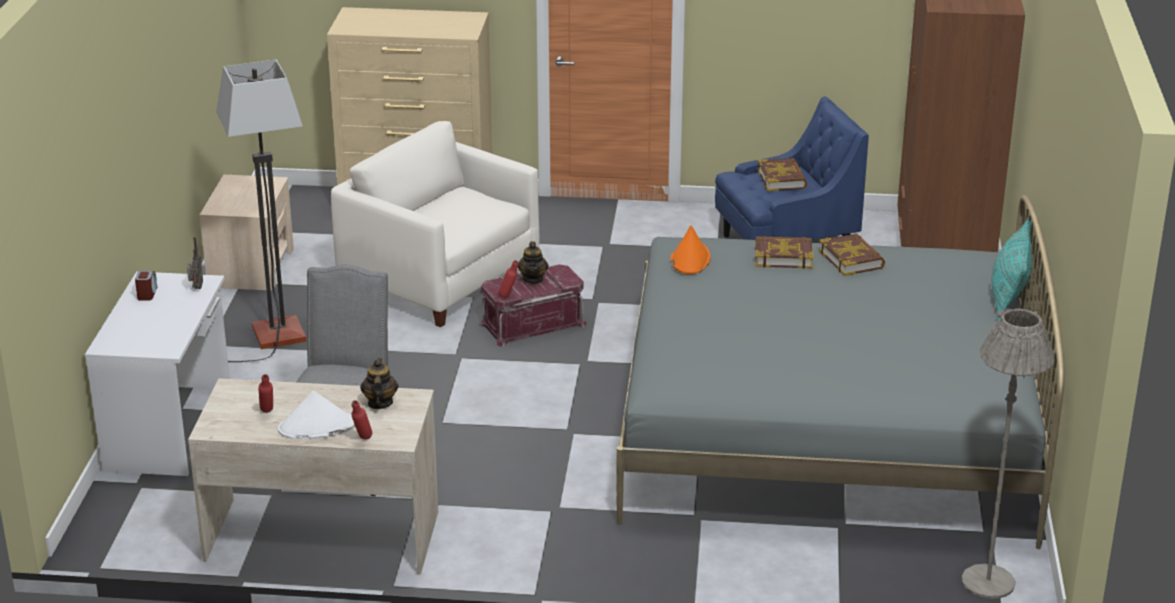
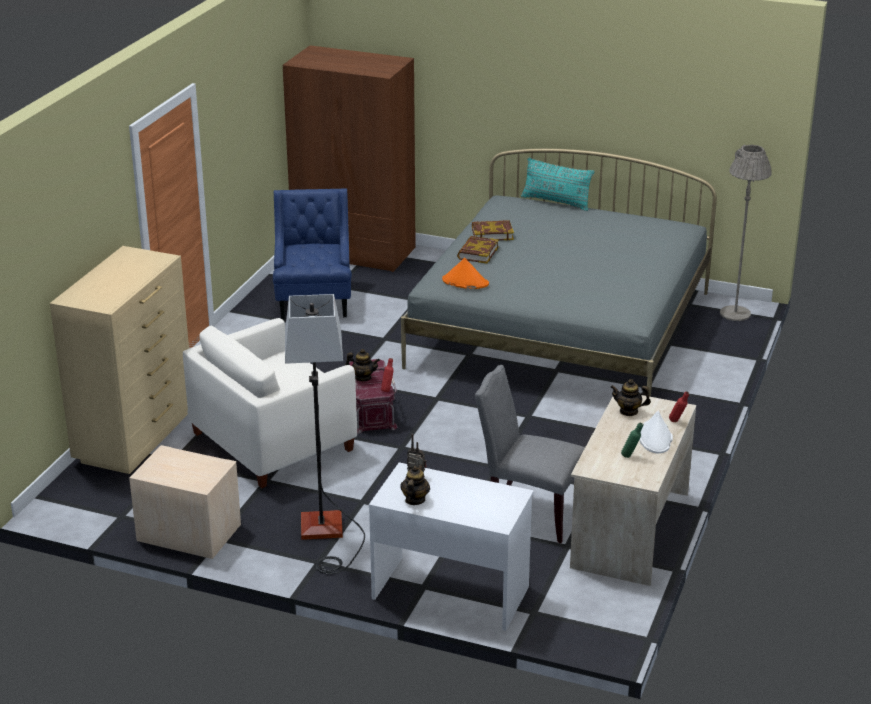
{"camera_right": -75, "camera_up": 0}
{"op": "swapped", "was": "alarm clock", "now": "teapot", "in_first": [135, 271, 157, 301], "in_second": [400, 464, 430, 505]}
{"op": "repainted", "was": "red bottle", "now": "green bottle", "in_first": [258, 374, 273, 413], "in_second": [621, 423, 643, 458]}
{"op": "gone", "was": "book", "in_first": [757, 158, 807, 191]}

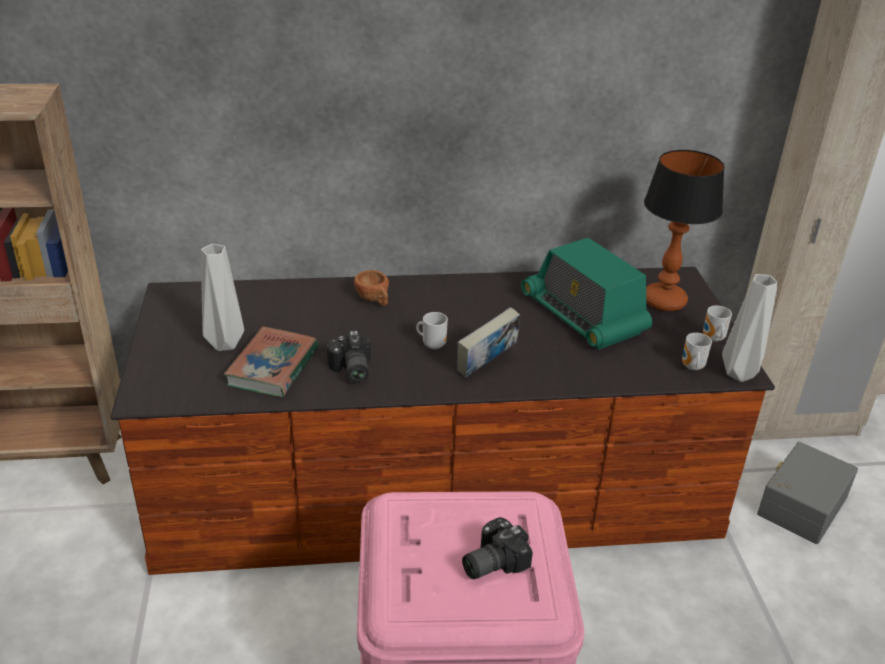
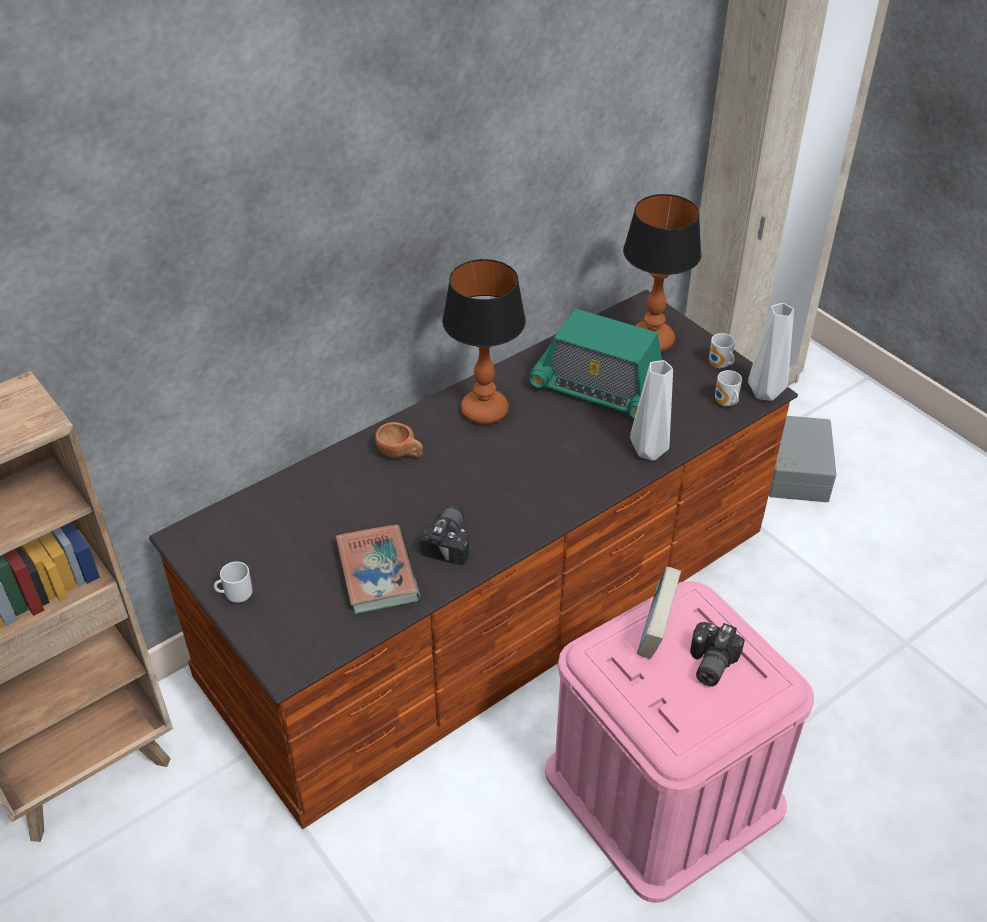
{"camera_right": -30, "camera_up": 10}
{"op": "shifted", "was": "grey vase", "in_first": [201, 244, 244, 351], "in_second": [630, 360, 673, 461]}
{"op": "rotated", "was": "photo camera", "in_first": [327, 330, 371, 383], "in_second": [420, 505, 469, 565], "clockwise": -120}
{"op": "shifted", "was": "mug", "in_first": [416, 312, 448, 349], "in_second": [214, 561, 253, 603]}
{"op": "shifted", "was": "book", "in_first": [457, 307, 520, 378], "in_second": [637, 566, 681, 659]}
{"op": "new", "now": "table lamp", "in_second": [442, 259, 526, 425]}

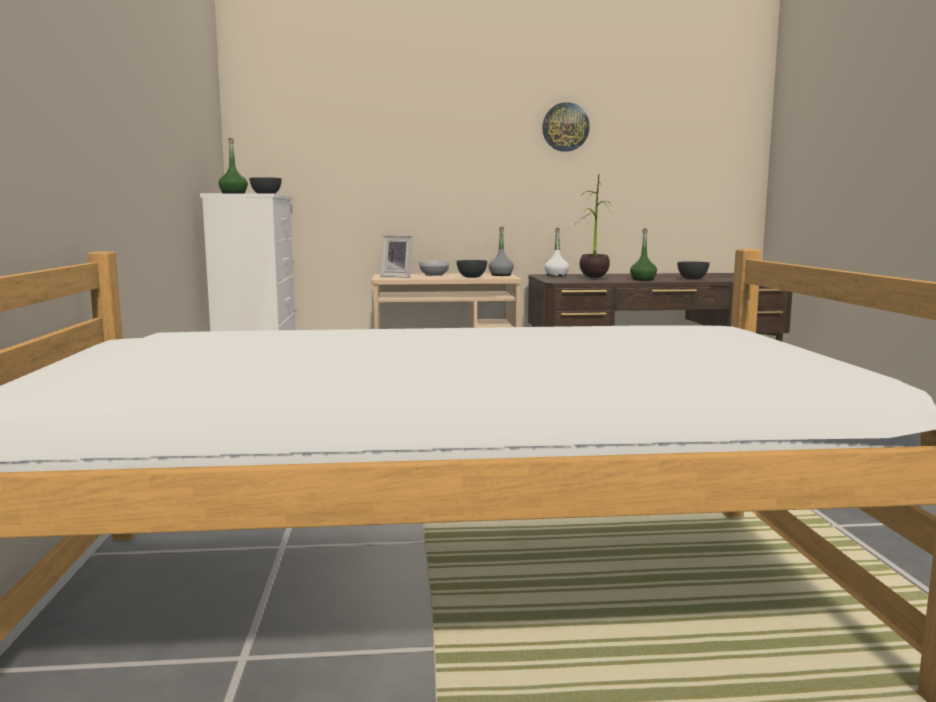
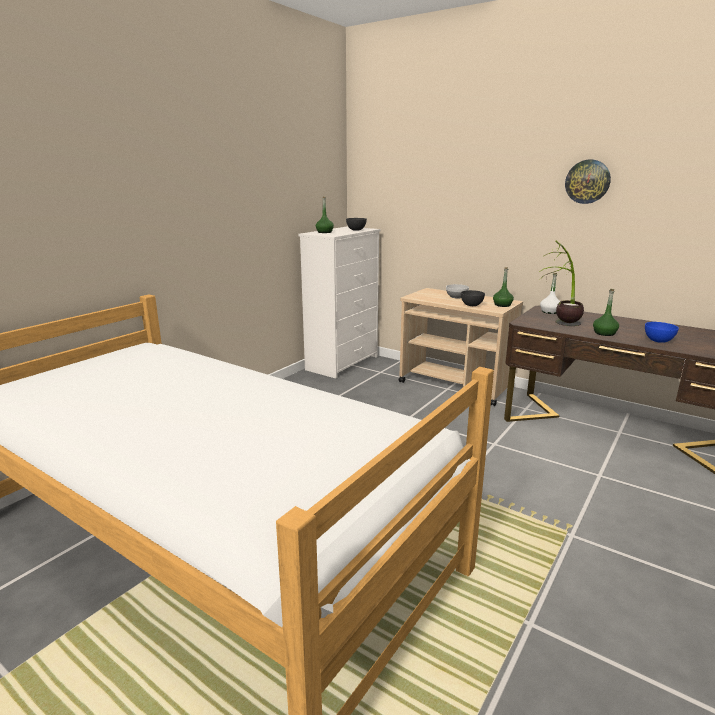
{"camera_right": 40, "camera_up": 10}
{"op": "gone", "was": "picture frame", "in_first": [380, 235, 413, 278]}
{"op": "repainted", "was": "grey bottle", "now": "green bottle", "in_first": [489, 227, 514, 276], "in_second": [493, 267, 514, 307]}
{"op": "repainted", "was": "grey bowl", "now": "blue bowl", "in_first": [677, 261, 710, 279], "in_second": [645, 322, 679, 343]}

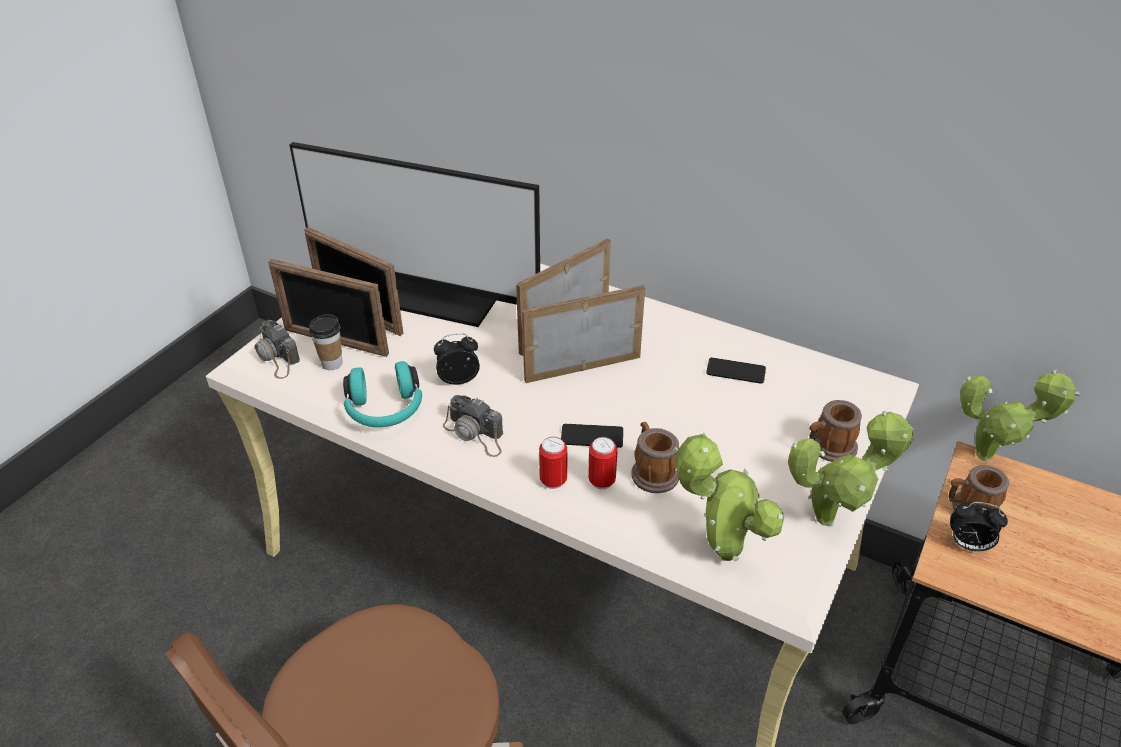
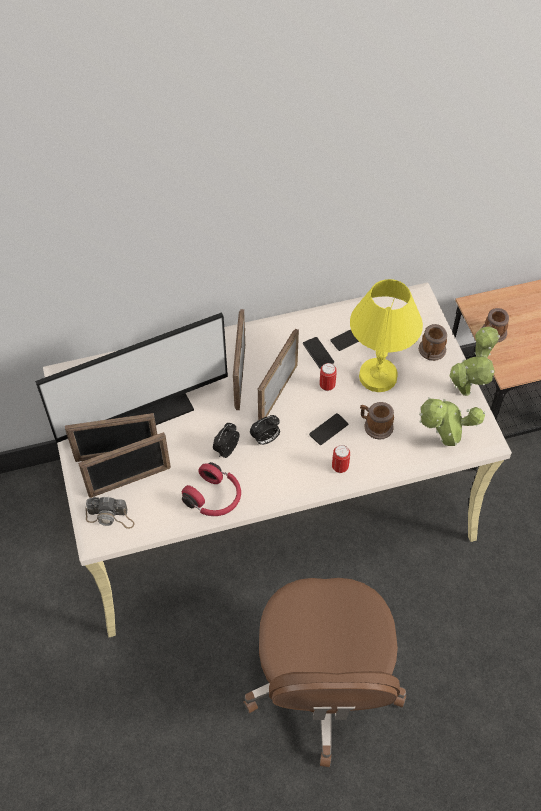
{"camera_right": -45, "camera_up": 15}
{"op": "gone", "was": "cup", "in_first": [309, 314, 343, 370]}
{"op": "repainted", "was": "turquoise headphones", "now": "red headphones", "in_first": [343, 361, 422, 427], "in_second": [182, 462, 241, 516]}
{"op": "gone", "was": "photo camera", "in_first": [443, 395, 503, 457]}
{"op": "shifted", "was": "can", "in_first": [588, 437, 618, 489], "in_second": [319, 363, 337, 391]}
{"op": "shifted", "was": "alarm clock", "in_first": [950, 502, 1008, 551], "in_second": [250, 415, 280, 445]}
{"op": "gone", "was": "potted plant", "in_first": [960, 369, 1080, 462]}
{"op": "new", "now": "phone", "in_second": [303, 337, 334, 369]}
{"op": "new", "now": "yellow table lamp", "in_second": [350, 279, 423, 392]}

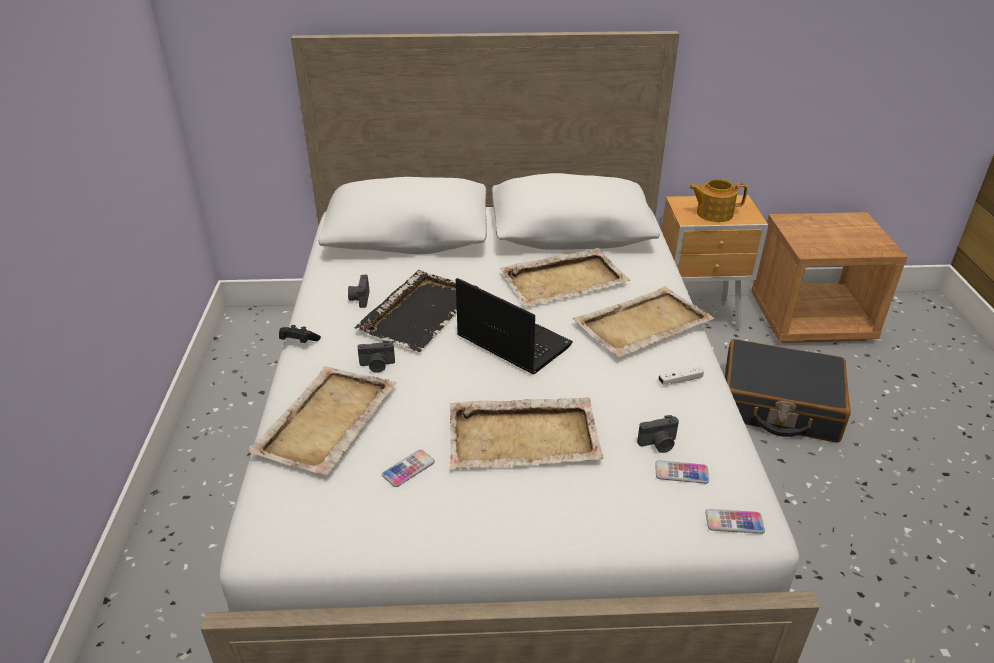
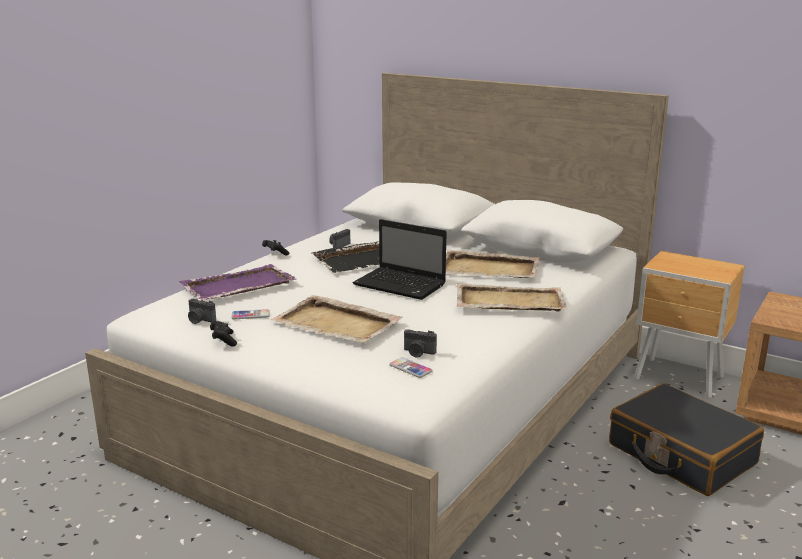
{"camera_right": 35, "camera_up": -15}
{"op": "repainted", "was": "beige tray", "now": "purple tray", "in_first": [247, 366, 397, 475], "in_second": [179, 264, 297, 301]}
{"op": "shifted", "was": "photo camera", "in_first": [358, 340, 395, 373], "in_second": [188, 299, 216, 324]}
{"op": "rotated", "was": "laptop", "in_first": [456, 278, 573, 374], "in_second": [353, 219, 447, 300], "clockwise": 135}
{"op": "gone", "was": "white game controller", "in_first": [659, 366, 704, 385]}
{"op": "gone", "was": "teapot", "in_first": [689, 179, 747, 222]}
{"op": "gone", "was": "phone", "in_first": [705, 509, 765, 534]}
{"op": "new", "now": "black game controller", "in_second": [210, 321, 237, 346]}

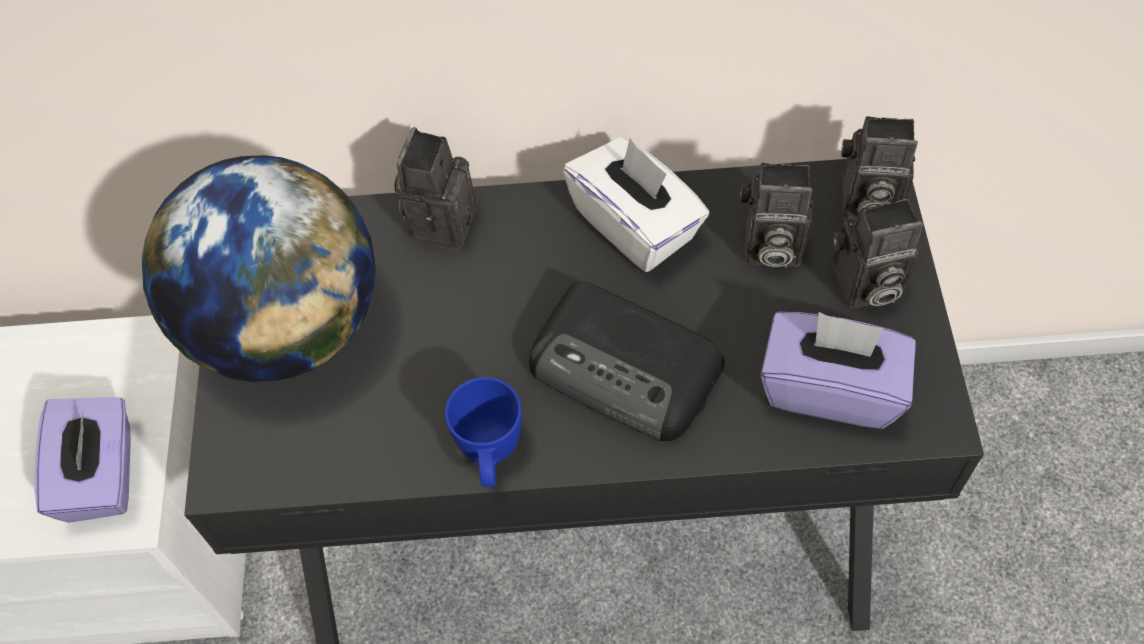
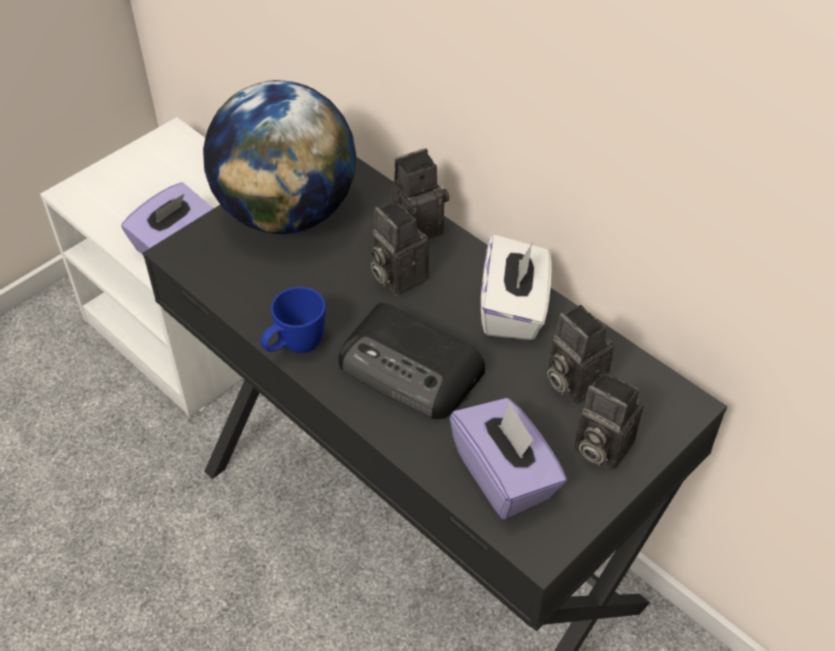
{"camera_right": 45, "camera_up": -10}
{"op": "rotated", "was": "radio", "in_first": [529, 281, 724, 441], "in_second": [339, 303, 485, 419], "clockwise": -45}
{"op": "shifted", "was": "photo camera", "in_first": [841, 116, 918, 218], "in_second": [371, 201, 429, 296]}

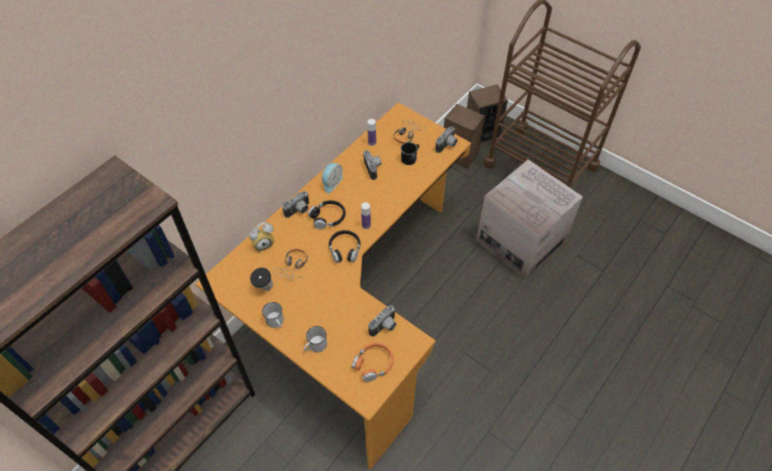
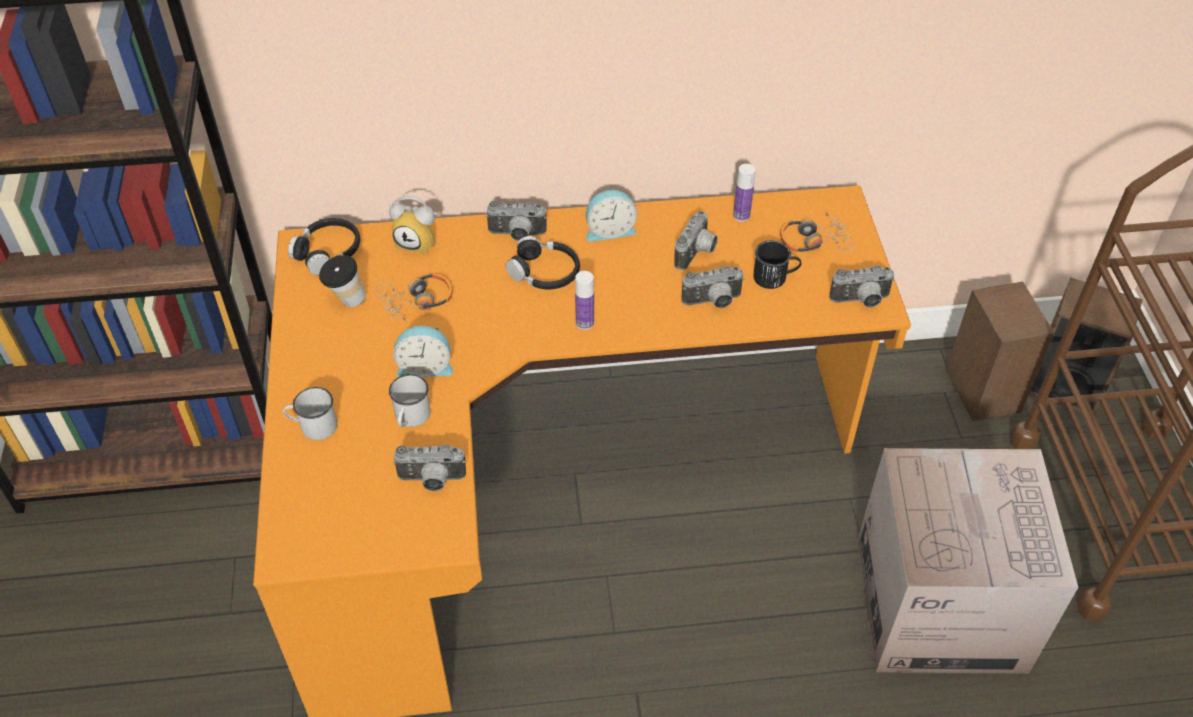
{"camera_right": 45, "camera_up": -5}
{"op": "shifted", "was": "white mug", "in_first": [262, 302, 284, 328], "in_second": [389, 374, 431, 427]}
{"op": "shifted", "was": "black headphones", "in_first": [329, 230, 361, 263], "in_second": [288, 218, 360, 275]}
{"op": "gone", "was": "orange headphones", "in_first": [352, 343, 394, 382]}
{"op": "new", "now": "alarm clock", "in_second": [393, 325, 453, 377]}
{"op": "new", "now": "photo camera", "in_second": [681, 266, 744, 308]}

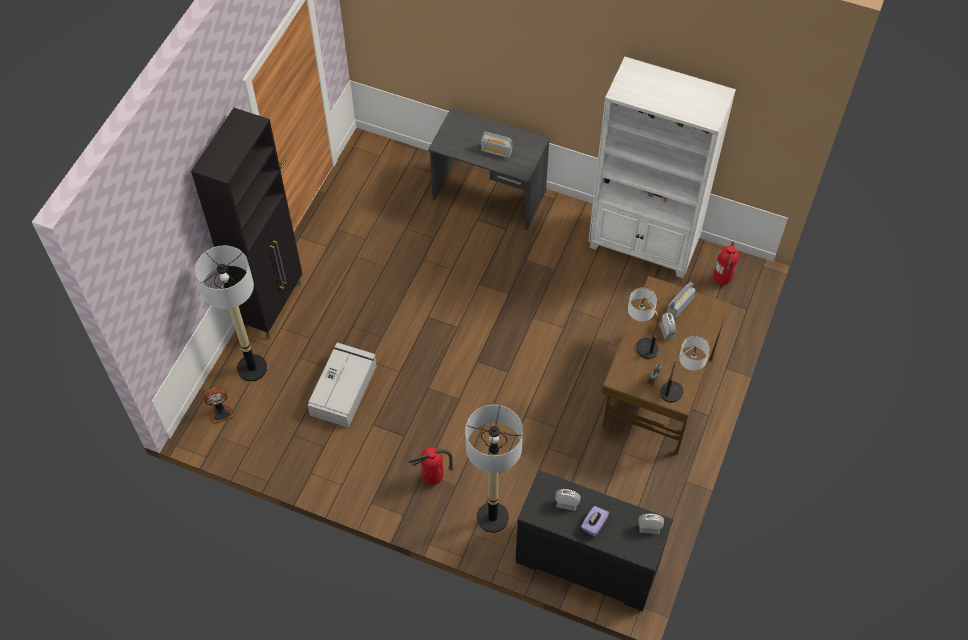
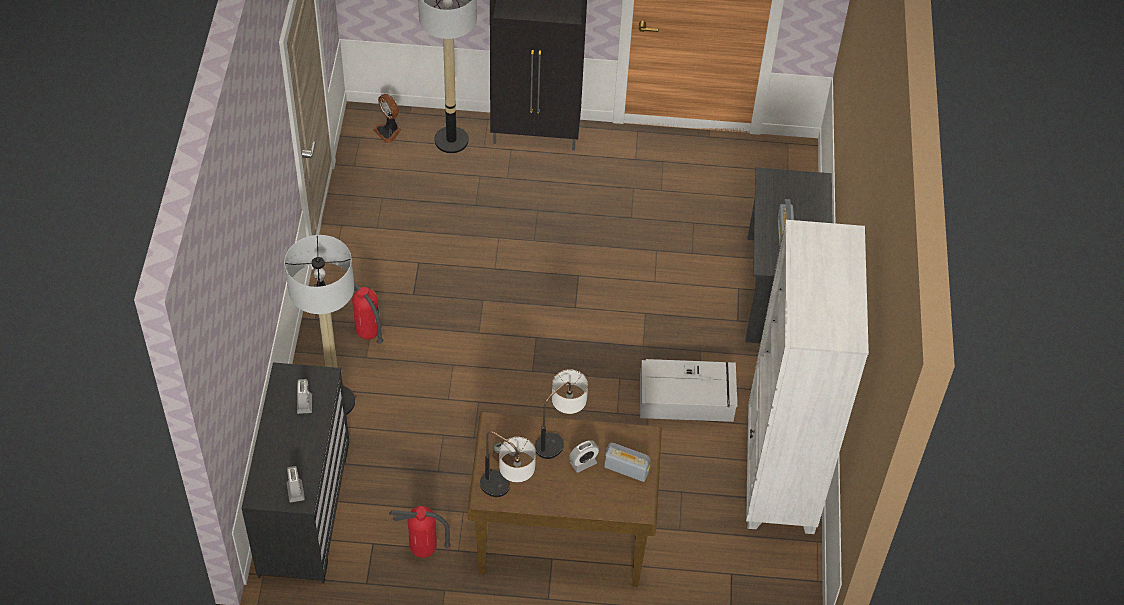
{"camera_right": 70, "camera_up": -5}
{"op": "shifted", "was": "grey storage box", "in_first": [307, 343, 377, 428], "in_second": [640, 359, 737, 422]}
{"op": "gone", "was": "purple tissue box", "in_first": [581, 506, 609, 537]}
{"op": "shifted", "was": "fire extinguisher", "in_first": [713, 242, 739, 285], "in_second": [389, 506, 451, 558]}

